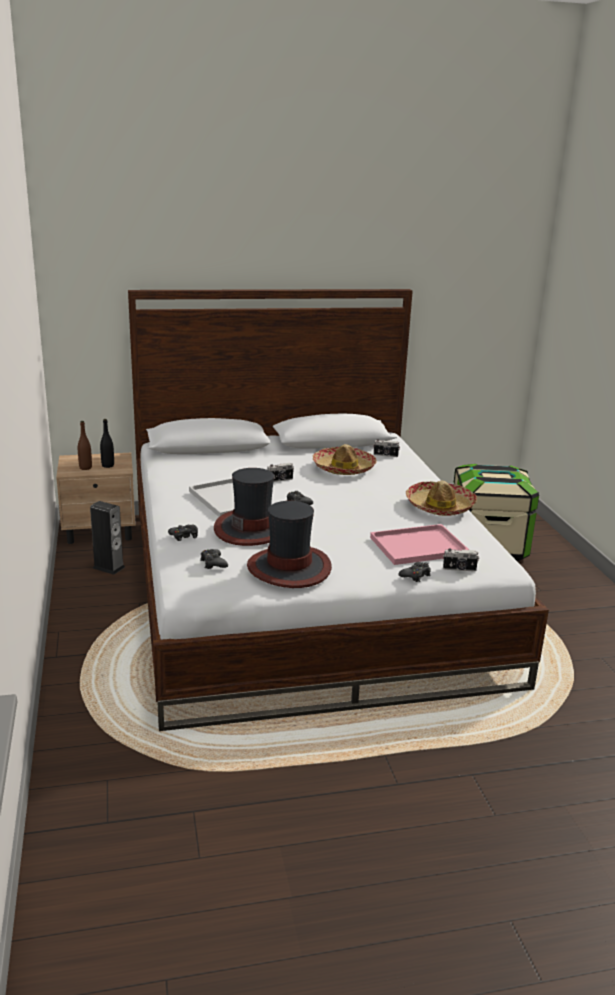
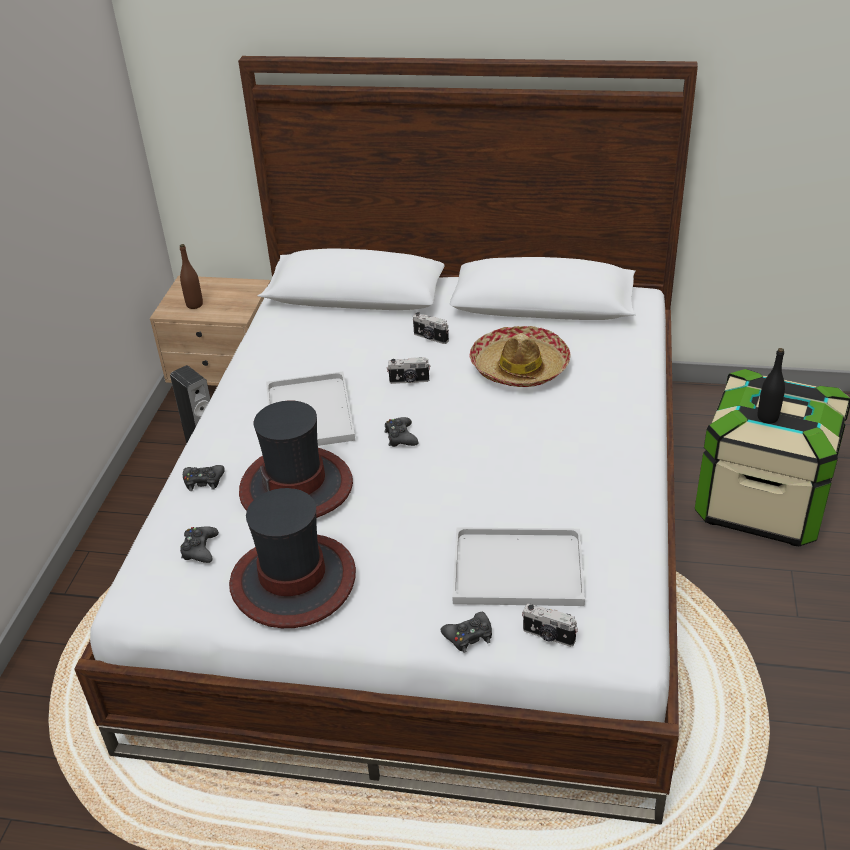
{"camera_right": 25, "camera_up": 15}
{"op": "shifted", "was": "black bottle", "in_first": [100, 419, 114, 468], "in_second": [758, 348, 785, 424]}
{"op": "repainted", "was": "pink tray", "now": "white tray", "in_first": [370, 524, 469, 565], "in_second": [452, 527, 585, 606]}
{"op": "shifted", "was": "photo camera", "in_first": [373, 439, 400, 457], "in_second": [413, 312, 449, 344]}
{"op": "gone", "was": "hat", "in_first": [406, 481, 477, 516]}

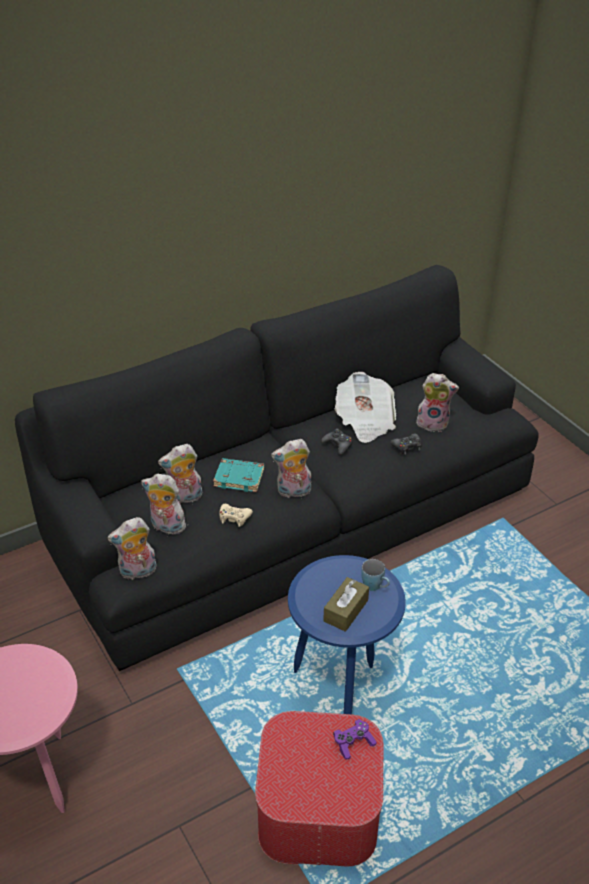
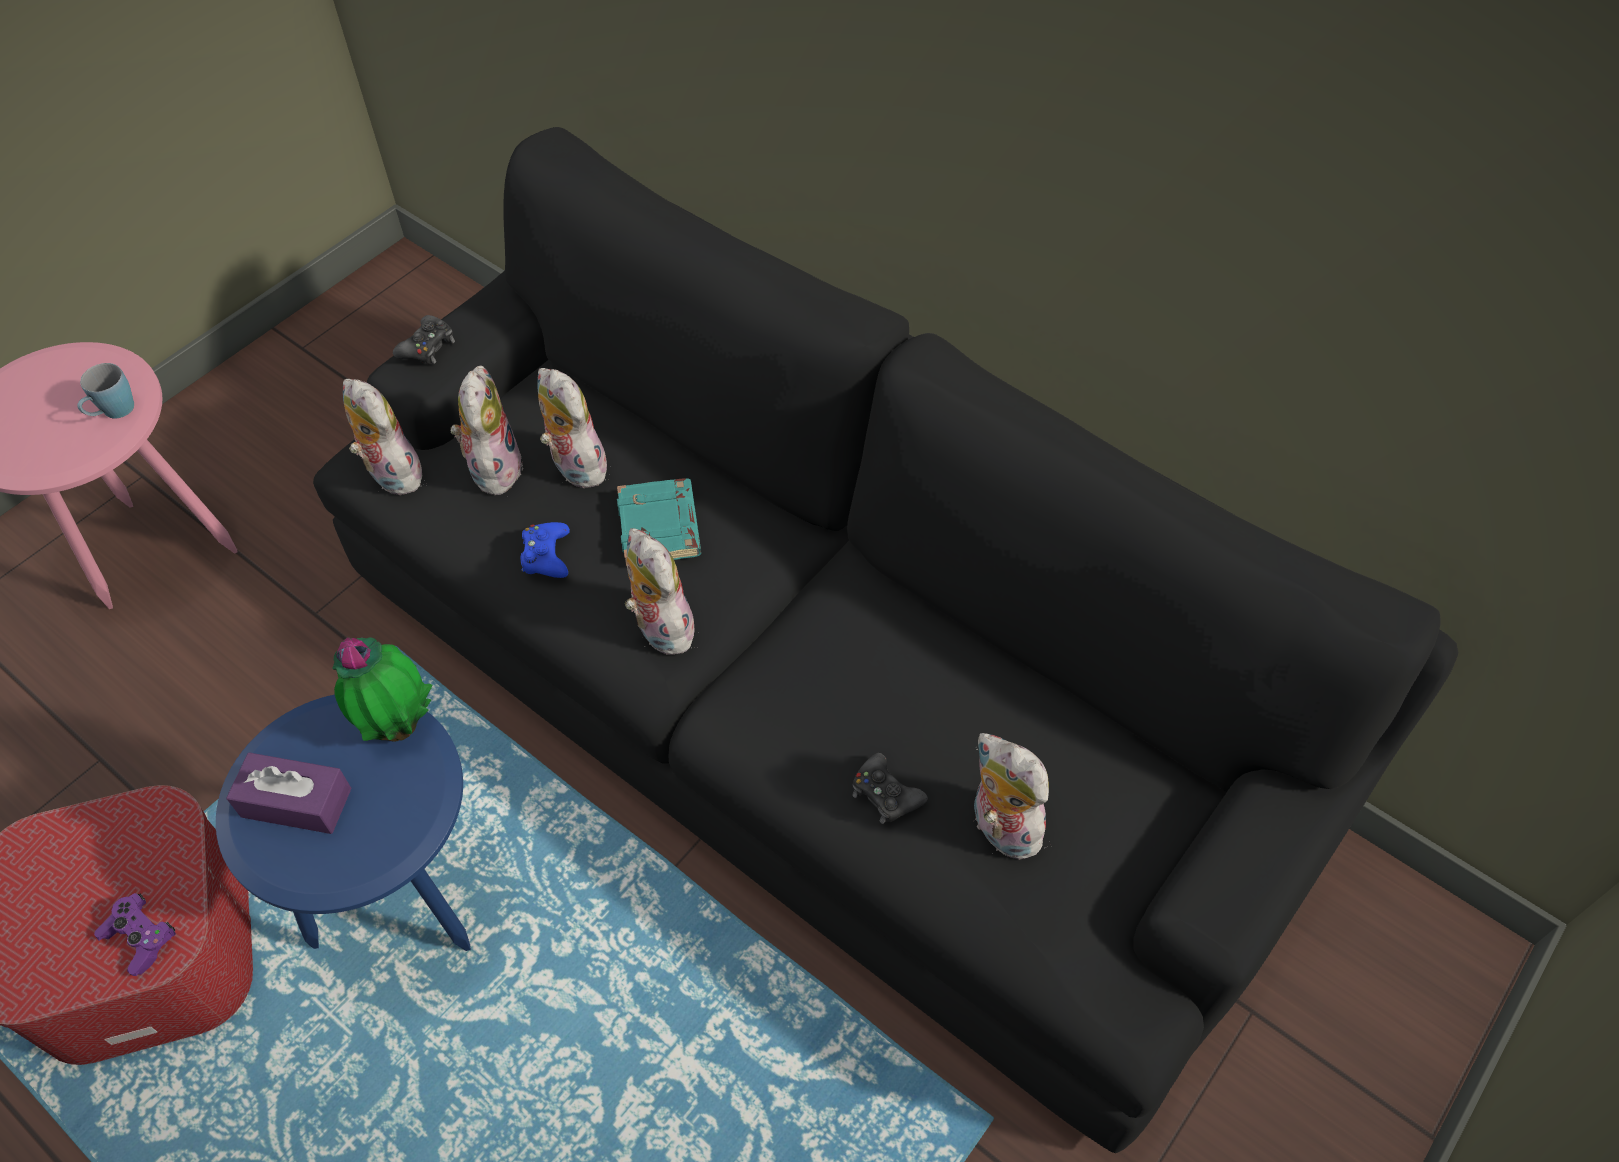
{"camera_right": 70, "camera_up": 15}
{"op": "repainted", "was": "beige game controller", "now": "blue game controller", "in_first": [219, 504, 253, 527], "in_second": [521, 522, 570, 578]}
{"op": "shifted", "was": "black game controller", "in_first": [321, 428, 352, 455], "in_second": [393, 315, 455, 364]}
{"op": "repainted", "was": "brown tissue box", "now": "purple tissue box", "in_first": [323, 577, 369, 632], "in_second": [226, 752, 352, 834]}
{"op": "gone", "was": "newspaper", "in_first": [334, 372, 396, 443]}
{"op": "shifted", "was": "blue mug", "in_first": [361, 559, 390, 591], "in_second": [77, 363, 134, 419]}
{"op": "rotated", "was": "plush toy", "in_first": [416, 373, 459, 432], "in_second": [974, 733, 1052, 860], "clockwise": 150}
{"op": "new", "now": "potted plant", "in_second": [332, 637, 432, 741]}

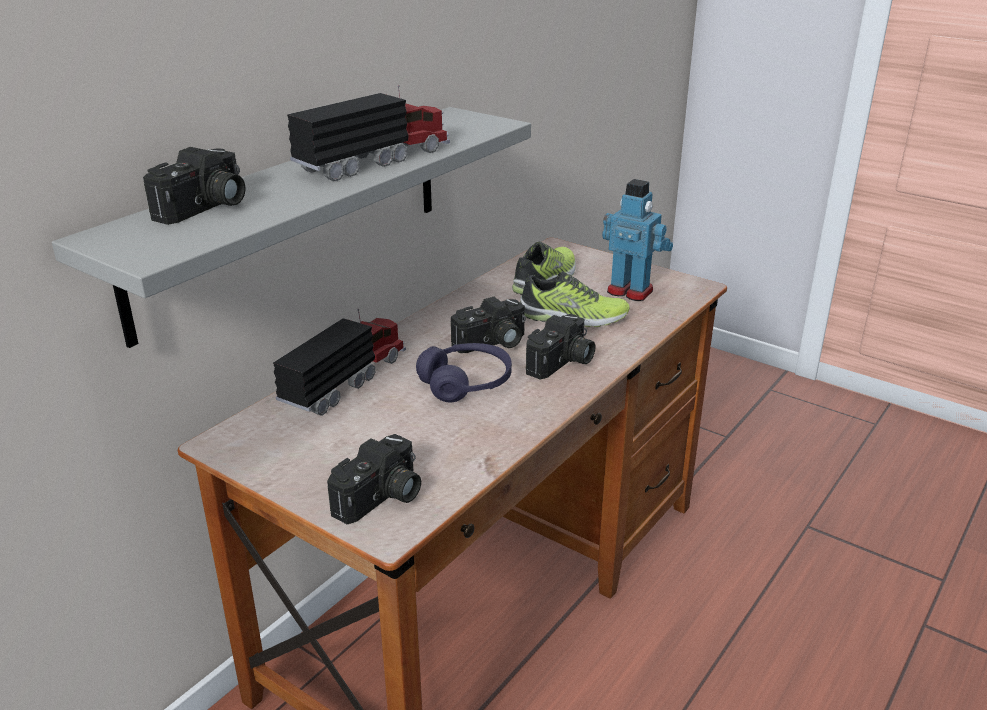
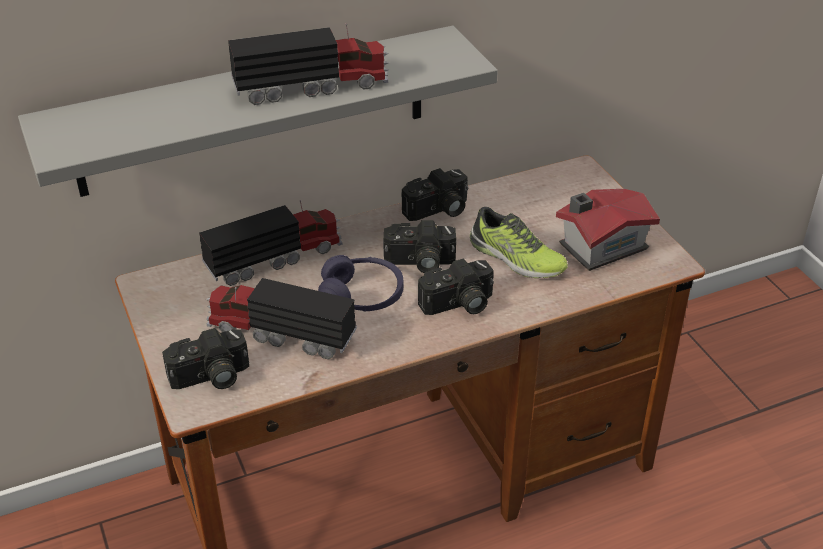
{"camera_right": 30, "camera_up": 10}
{"op": "shifted", "was": "photo camera", "in_first": [143, 147, 245, 225], "in_second": [402, 168, 468, 221]}
{"op": "gone", "was": "shoe", "in_first": [512, 242, 576, 295]}
{"op": "swapped", "was": "toy robot", "now": "toy house", "in_first": [602, 179, 673, 301], "in_second": [556, 189, 660, 271]}
{"op": "new", "now": "toy truck", "in_second": [206, 278, 357, 360]}

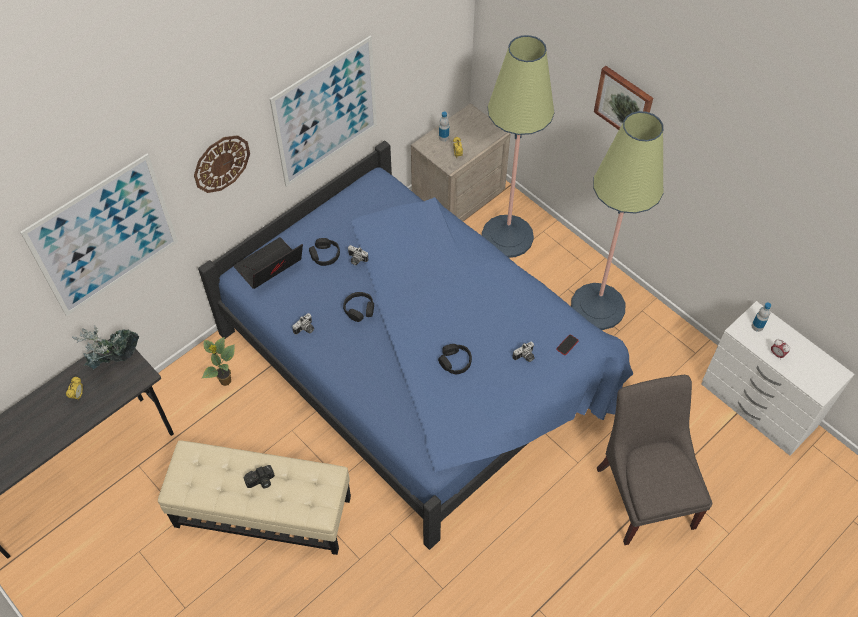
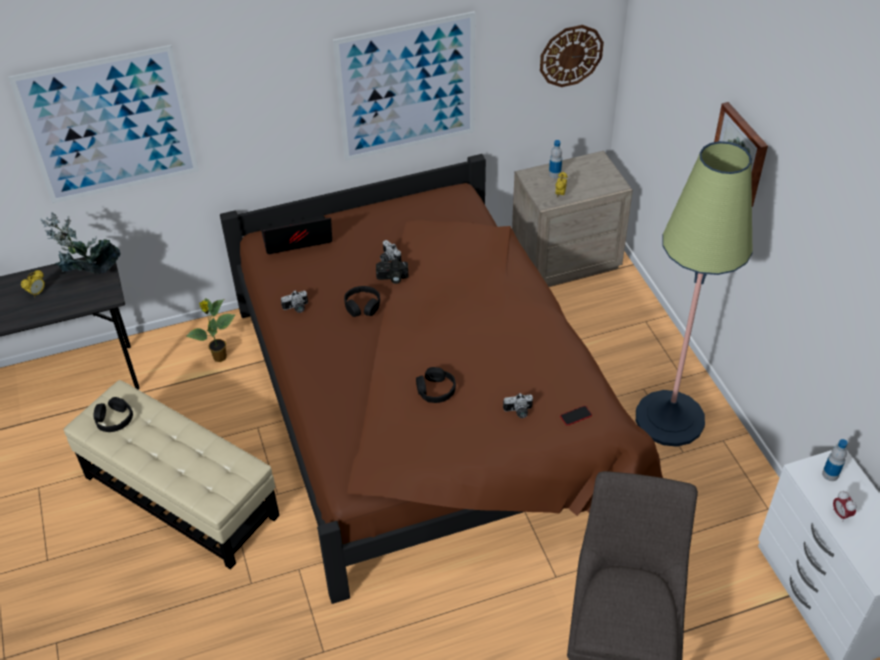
{"camera_right": 25, "camera_up": -10}
{"op": "shifted", "was": "wall clock", "in_first": [194, 135, 250, 193], "in_second": [540, 25, 604, 87]}
{"op": "repainted", "was": "blue bed", "now": "brown bed", "in_first": [198, 140, 633, 550], "in_second": [220, 154, 663, 604]}
{"op": "shifted", "was": "photo camera", "in_first": [243, 465, 275, 488], "in_second": [376, 259, 408, 284]}
{"op": "shifted", "was": "black headphones", "in_first": [309, 238, 340, 266], "in_second": [93, 397, 133, 432]}
{"op": "gone", "was": "floor lamp", "in_first": [482, 35, 554, 258]}

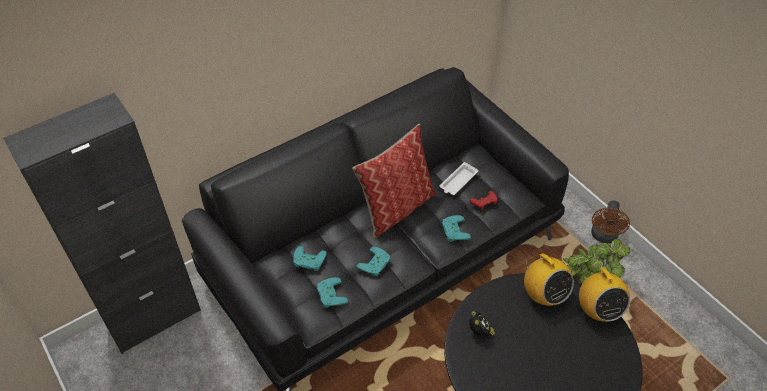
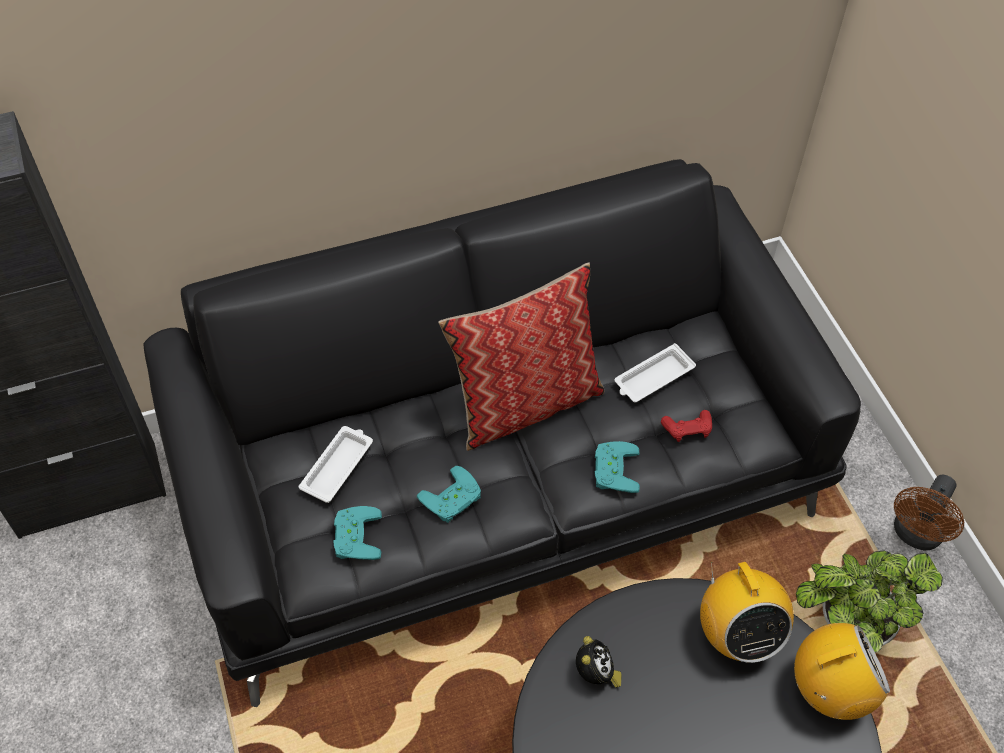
{"camera_right": 15, "camera_up": 5}
{"op": "swapped", "was": "turquoise game controller", "now": "white tray", "in_first": [293, 246, 327, 271], "in_second": [299, 426, 373, 503]}
{"op": "rotated", "was": "radio", "in_first": [579, 267, 630, 322], "in_second": [794, 623, 890, 720], "clockwise": -105}

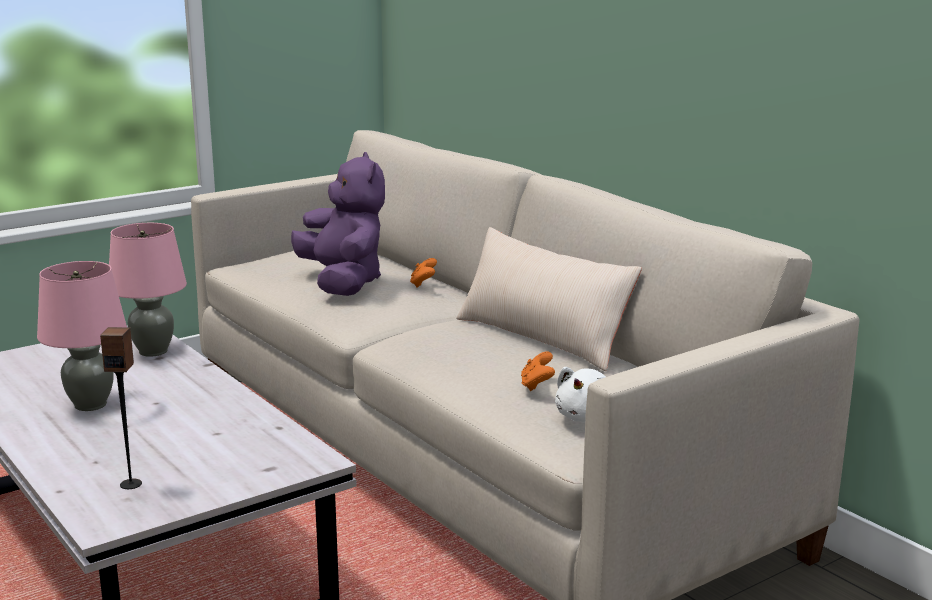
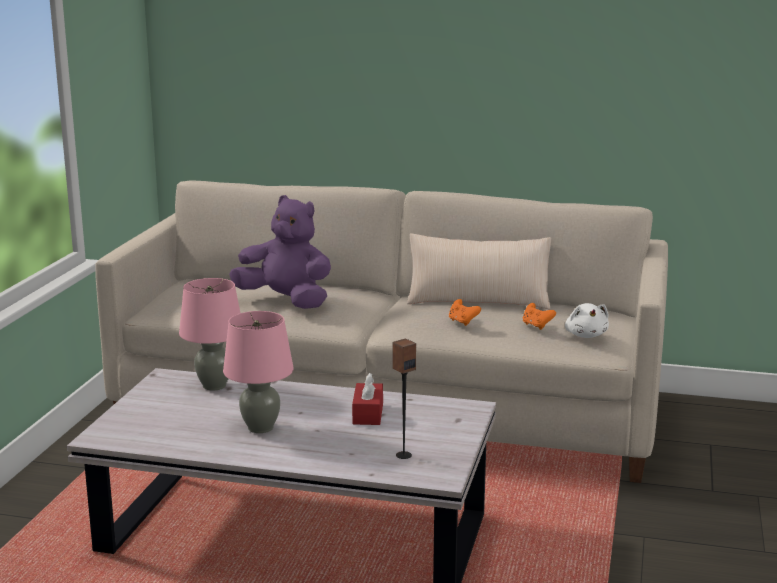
{"camera_right": -40, "camera_up": 0}
{"op": "shifted", "was": "orange game controller", "in_first": [410, 258, 437, 288], "in_second": [449, 299, 481, 326]}
{"op": "new", "now": "red tissue box", "in_second": [352, 373, 383, 425]}

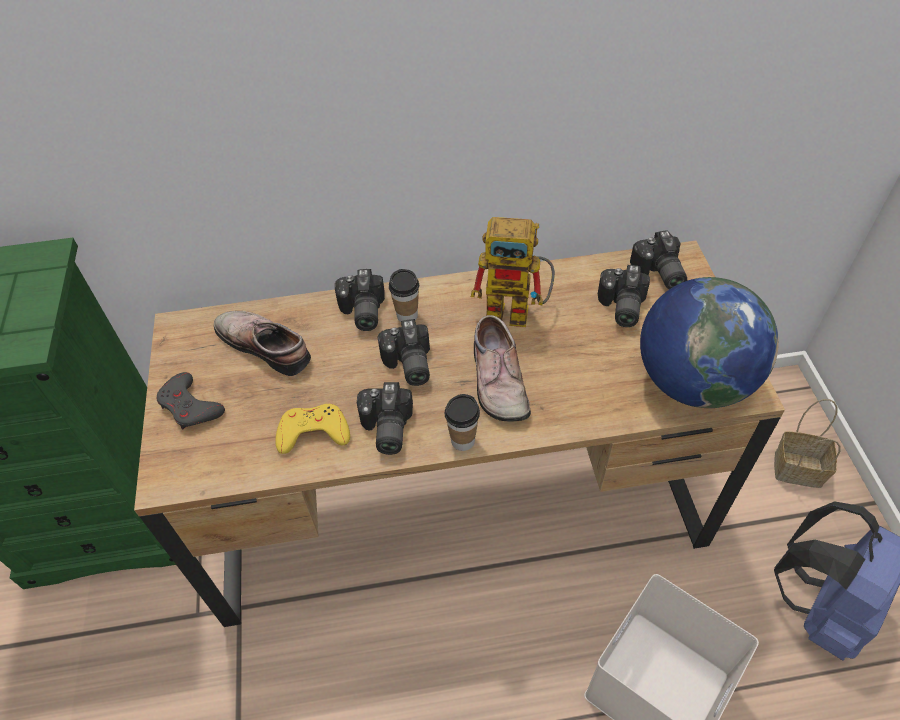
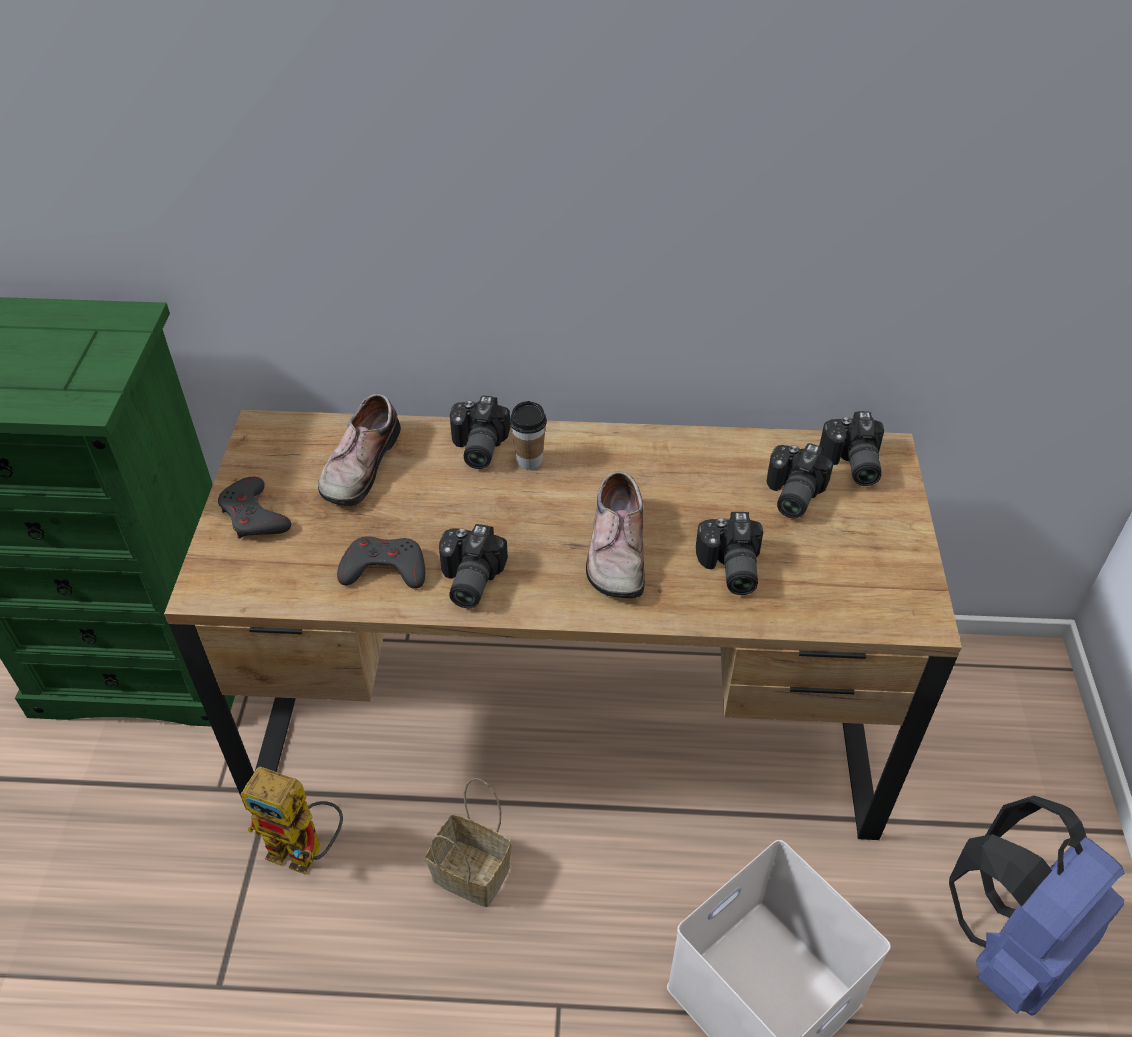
{"camera_right": 10, "camera_up": -5}
{"op": "rotated", "was": "shoe", "in_first": [214, 311, 311, 376], "in_second": [318, 394, 401, 506], "clockwise": -120}
{"op": "repainted", "was": "yellow game controller", "now": "grey game controller", "in_first": [275, 404, 350, 454], "in_second": [337, 536, 425, 589]}
{"op": "shifted", "was": "photo camera", "in_first": [378, 319, 430, 386], "in_second": [696, 512, 763, 595]}
{"op": "gone", "was": "cup", "in_first": [445, 394, 480, 451]}
{"op": "shifted", "was": "toy robot", "in_first": [471, 217, 555, 327], "in_second": [240, 766, 343, 875]}
{"op": "gone", "was": "globe", "in_first": [640, 277, 779, 408]}
{"op": "shifted", "was": "basket", "in_first": [774, 399, 841, 488], "in_second": [425, 778, 512, 907]}

